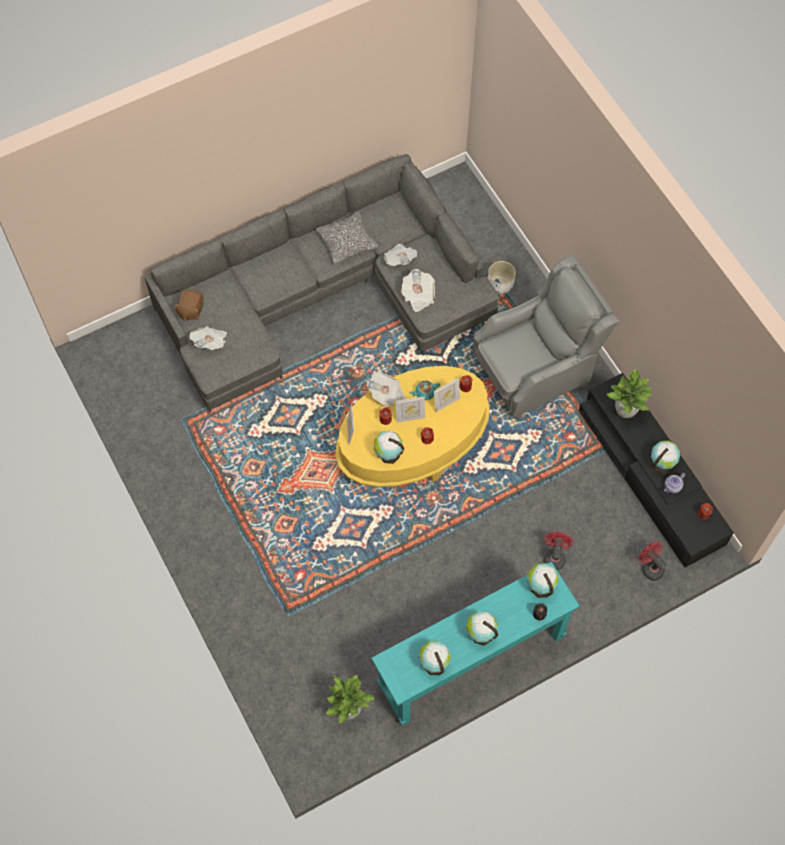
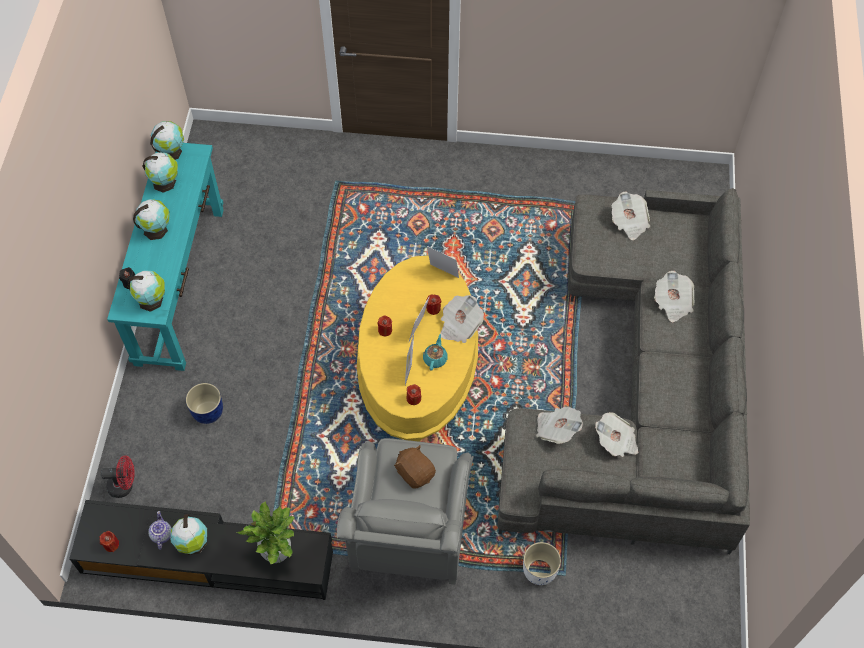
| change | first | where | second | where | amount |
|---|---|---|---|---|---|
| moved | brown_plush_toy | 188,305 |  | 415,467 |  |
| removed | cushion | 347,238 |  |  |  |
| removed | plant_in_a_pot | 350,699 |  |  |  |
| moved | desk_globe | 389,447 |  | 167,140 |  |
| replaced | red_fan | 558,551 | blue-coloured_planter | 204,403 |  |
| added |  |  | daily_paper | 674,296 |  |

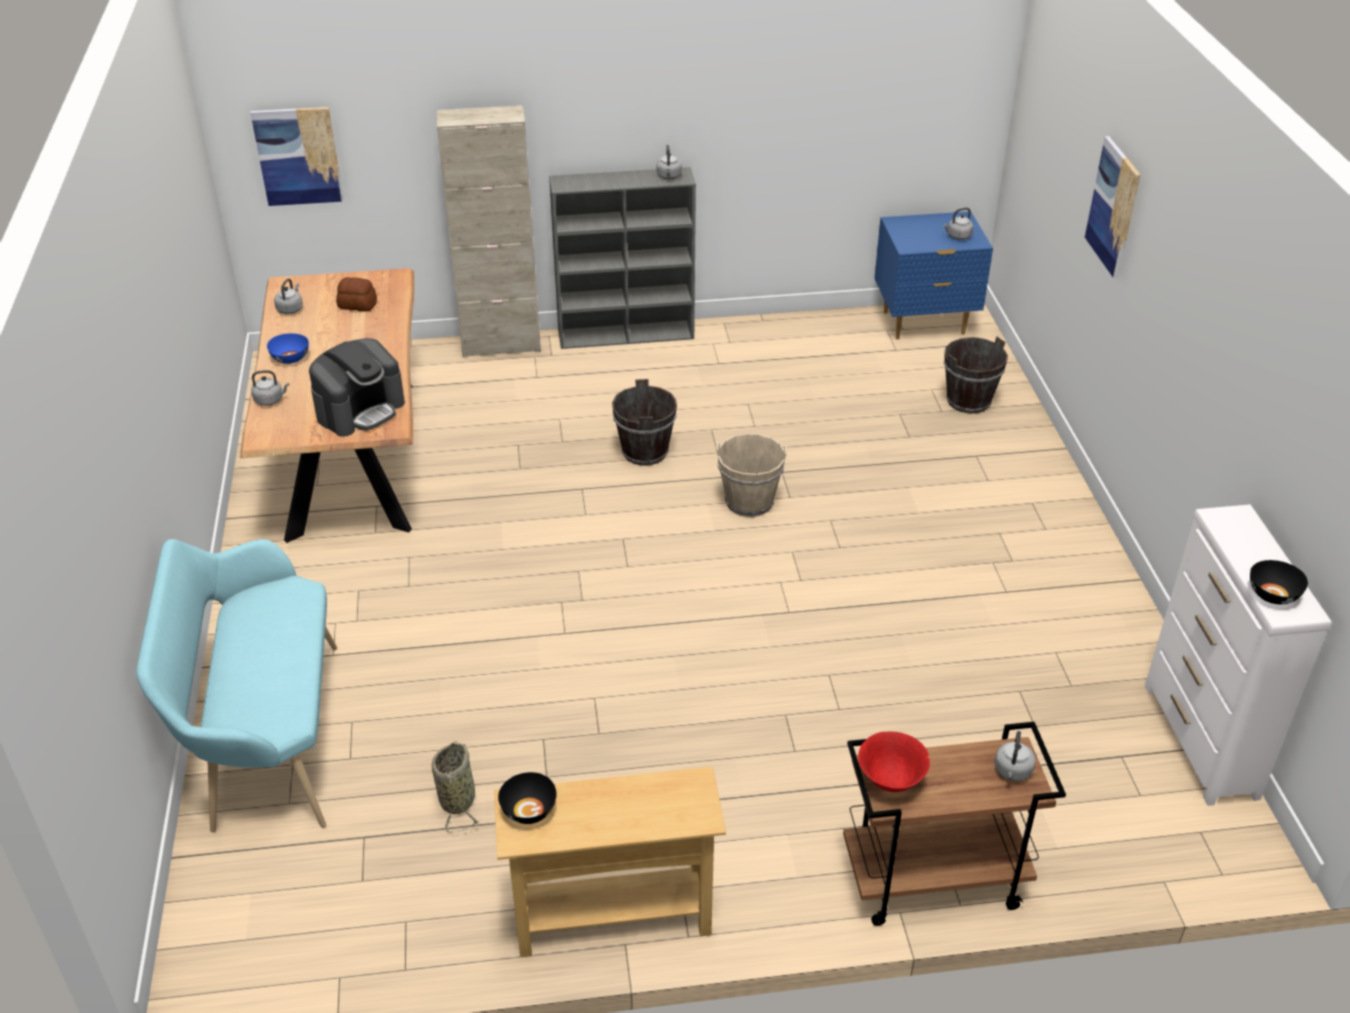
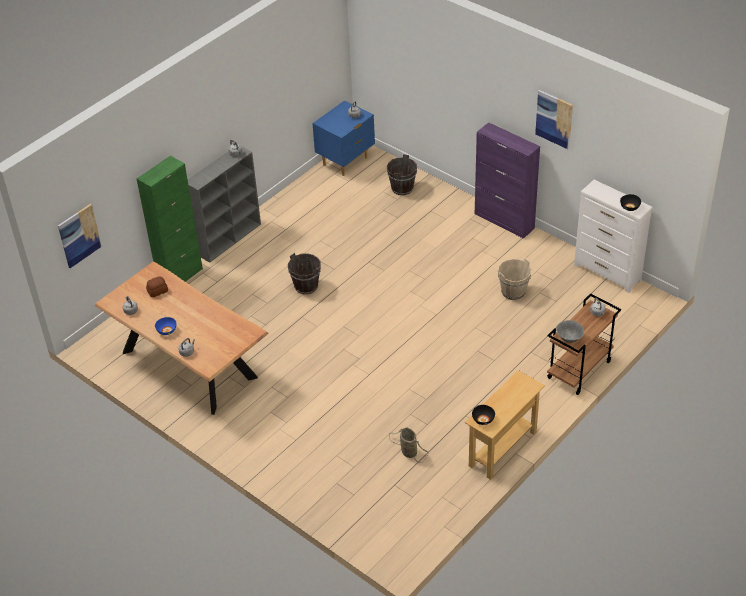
| change | first | where | second | where | amount |
|---|---|---|---|---|---|
| removed | turquoise_long_seat | 236,685 |  |  |  |
| removed | coffee_brewer | 357,387 |  |  |  |
| recoloured | sand-coloured_cupboard | 489,231 | green_cupboard | 169,219 |  |
| moved | sand-coloured_bucket | 751,475 |  | 515,279 |  |
| recoloured | red_deep_dish | 894,761 | greyish_deep_dish | 570,331 |  |
| moved | wall_picture | 1113,207 |  | 554,119 |  |
| added |  |  | purple_cupboard | 507,180 |  |

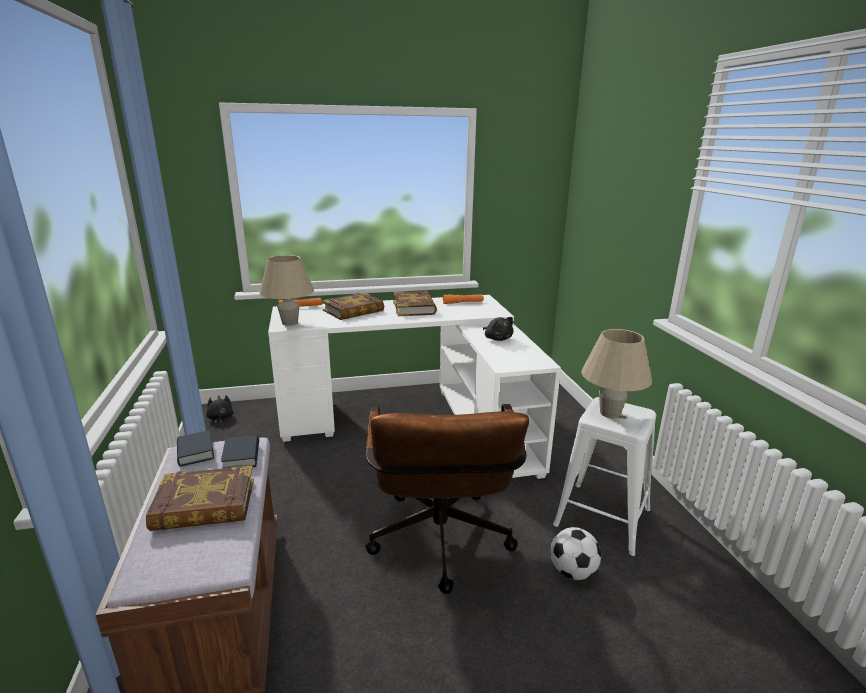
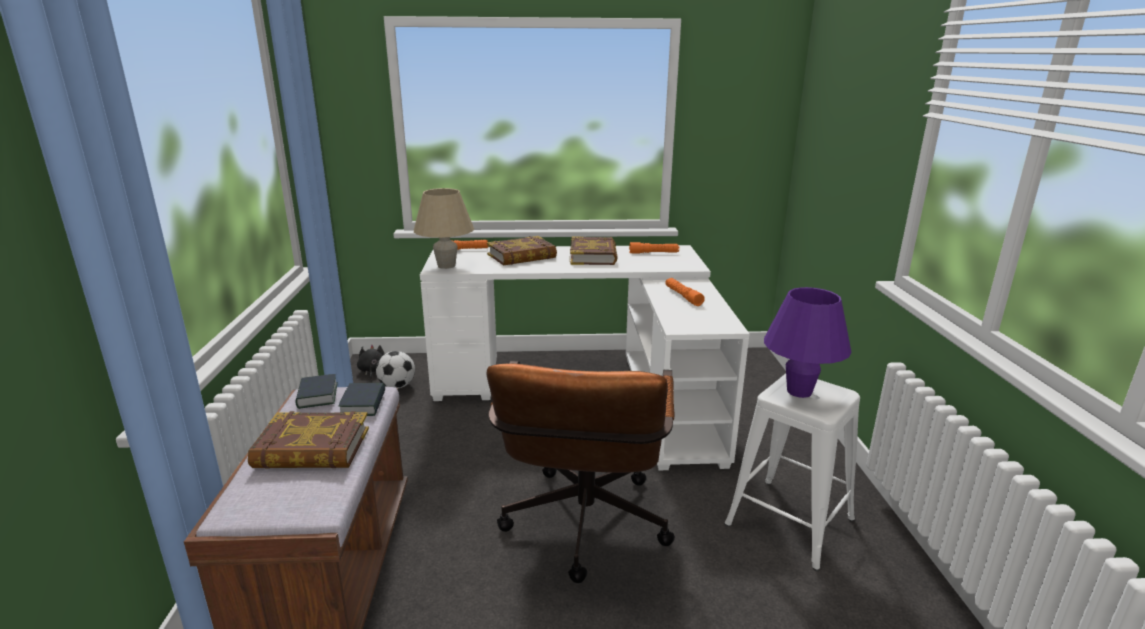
| change | first | where | second | where | amount |
|---|---|---|---|---|---|
| replaced | black_plush_toy | 498,329 | orange_flashlight | 685,292 |  |
| moved | football_ball | 576,553 |  | 395,370 |  |
| recoloured | sand-coloured_lamp_for_a_table | 616,373 | purple_lamp_for_a_table | 808,342 |  |

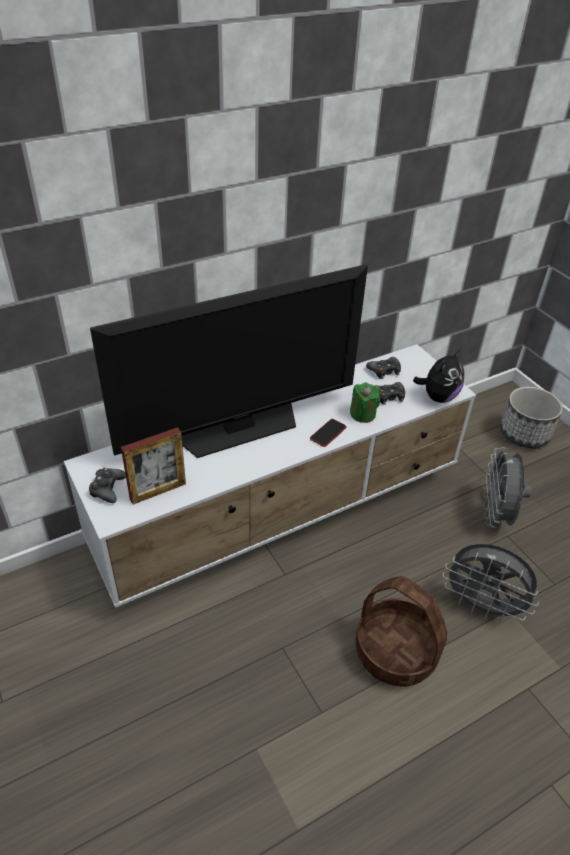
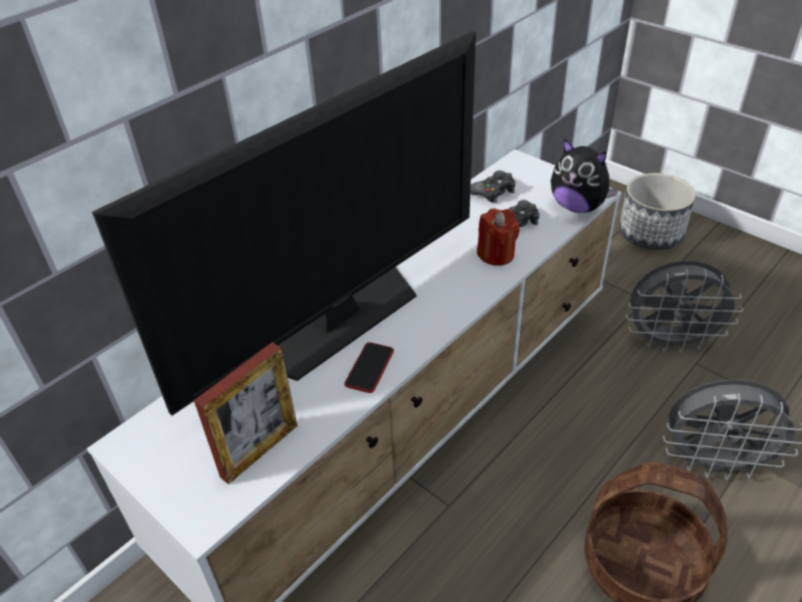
| change | first | where | second | where | amount |
|---|---|---|---|---|---|
| removed | black_gamepad | 107,485 |  |  |  |
| moved | phone | 328,433 |  | 369,367 |  |
| recoloured | green_candle | 365,402 | red_candle | 498,237 |  |
| turned | plush_toy | 438,376 |  | 585,176 | 105 degrees clockwise |
| turned | greyish_fan | 507,487 |  | 684,307 | 75 degrees counterclockwise |

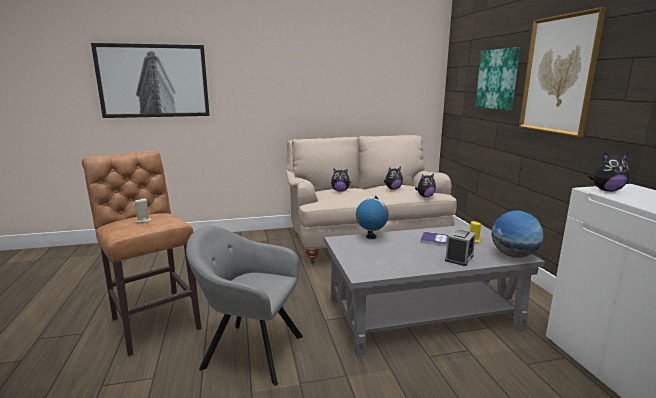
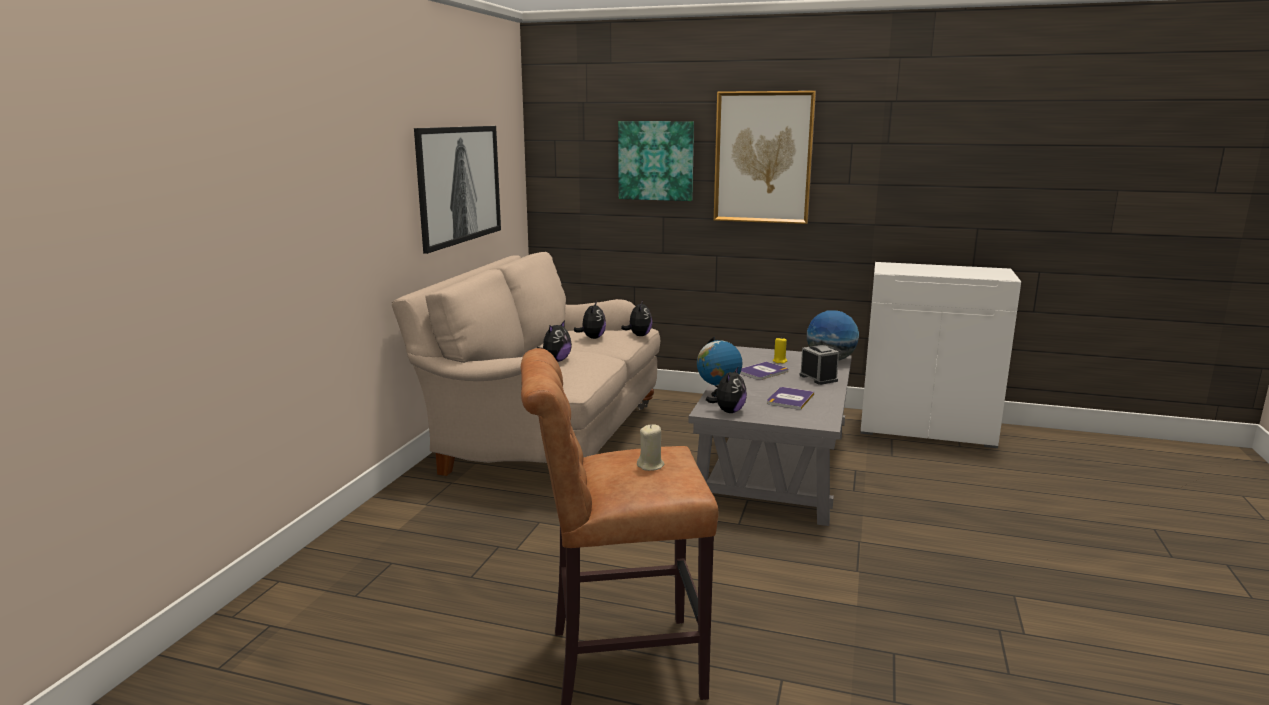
| change | first | where | second | where | amount |
|---|---|---|---|---|---|
| moved | wall_picture | 150,80 |  | 457,190 |  |
| removed | greyish_easy_chair | 244,305 |  |  |  |
| moved | plush_toy | 609,172 |  | 726,390 |  |
| added |  |  | book | 790,398 |  |

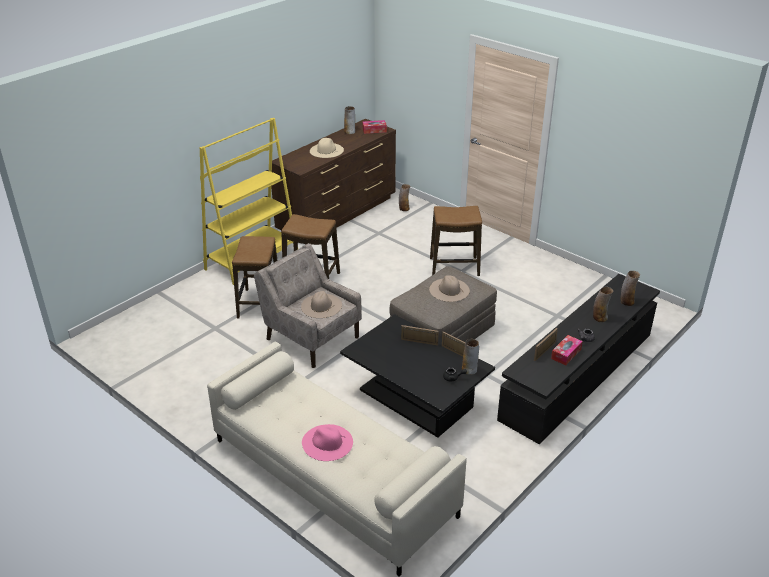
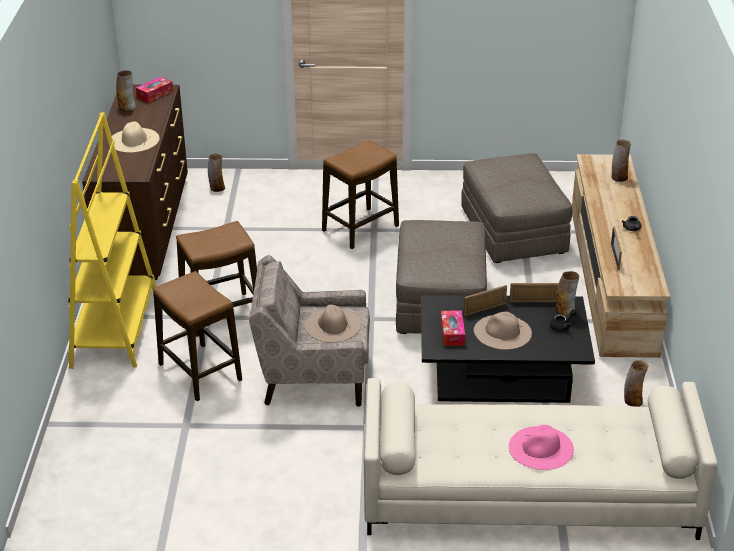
| change | first | where | second | where | amount |
|---|---|---|---|---|---|
| moved | sand-coloured_wearable_hat | 449,288 |  | 503,331 |  |
| recoloured | black_tv_unit | 578,359 | sand-coloured_tv_unit | 621,256 |  |
| moved | box_of_tissues | 567,350 |  | 453,328 |  |
| moved | flower_vase | 603,304 |  | 636,383 |  |
| added |  |  | greyish_ottoman | 516,208 |  |

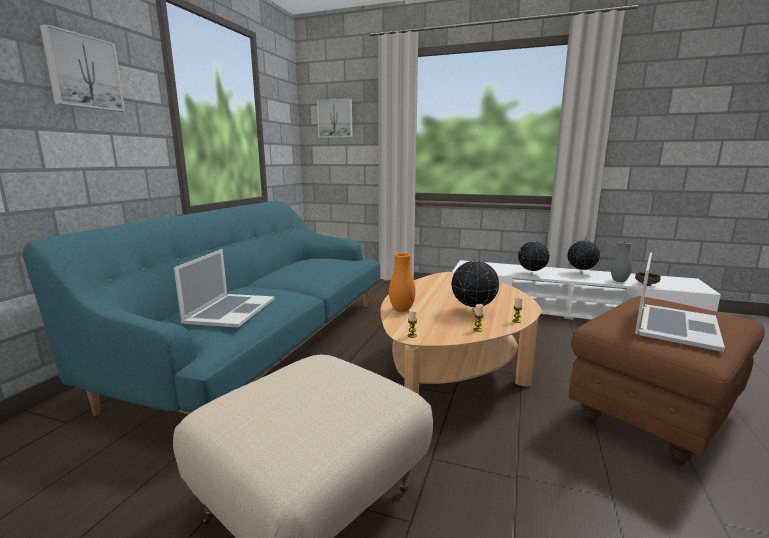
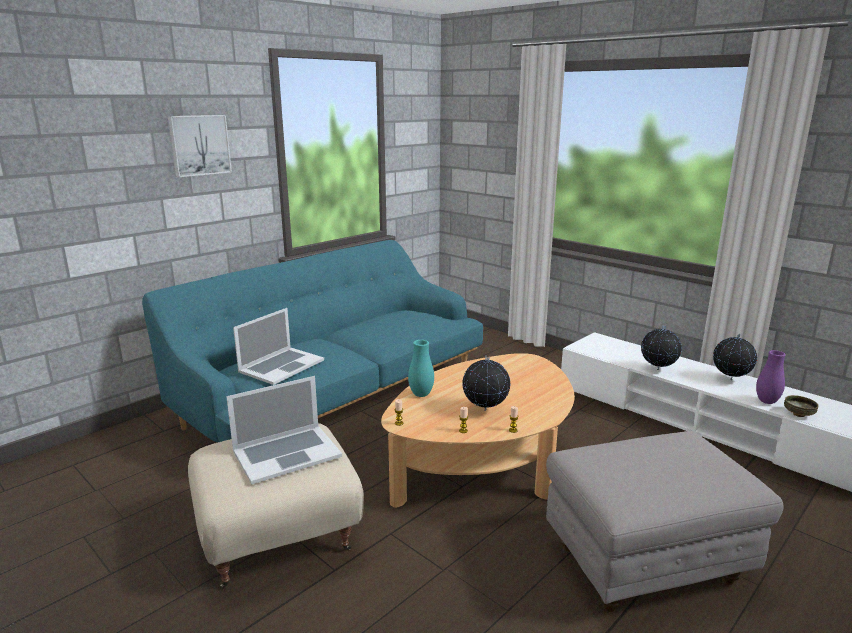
| change | first | where | second | where | amount |
|---|---|---|---|---|---|
| removed | wall_picture | 334,118 |  |  |  |
| recoloured | orange_flower_vase | 402,282 | turquoise_flower_vase | 421,368 |  |
| recoloured | brown_ottoman | 667,380 | greyish_ottoman | 664,521 |  |
| recoloured | greyish_flower_vase | 621,262 | purple_flower_vase | 771,377 |  |
| moved | portable_computer | 680,302 |  | 284,430 |  |

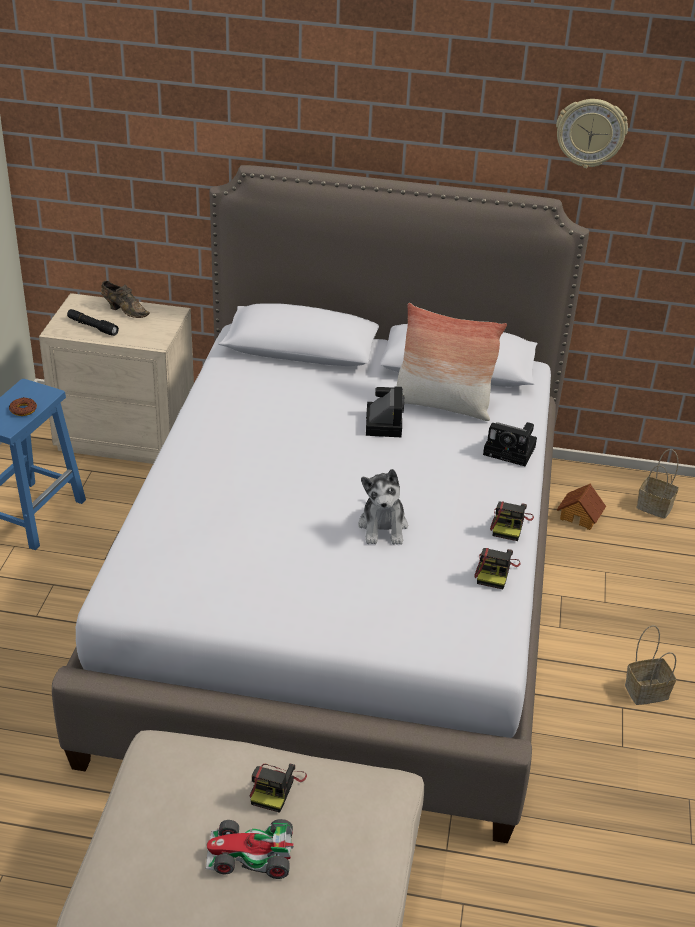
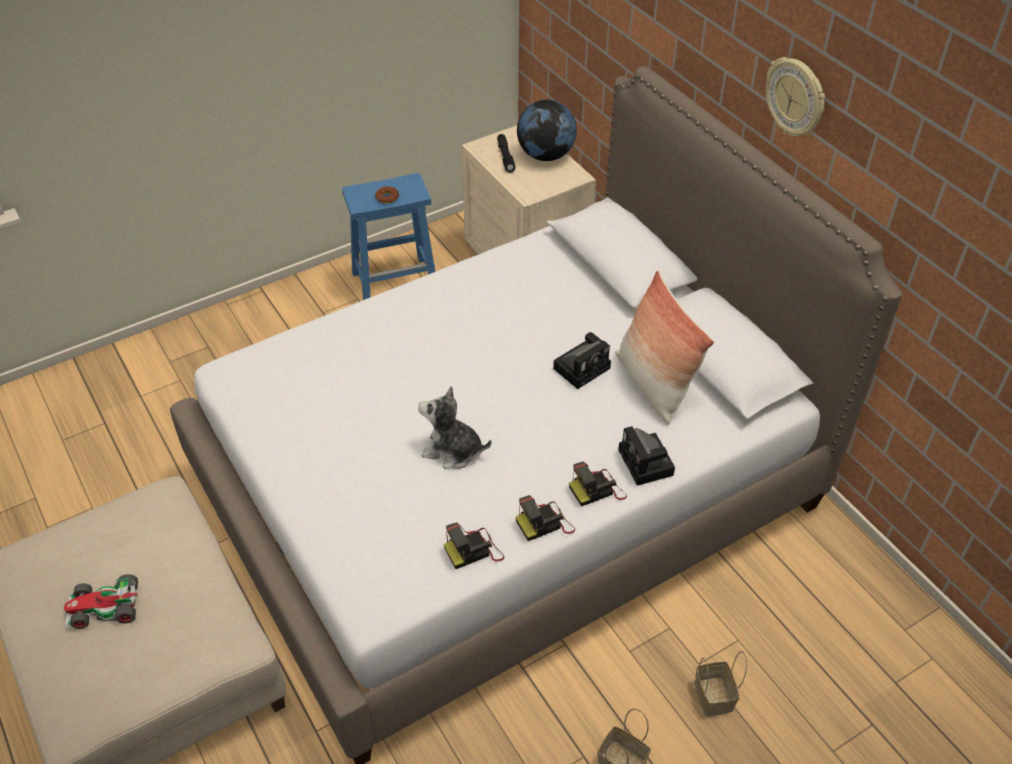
| change | first | where | second | where | amount |
|---|---|---|---|---|---|
| replaced | brown_shoe | 125,299 | desk_globe | 547,130 |  |
| turned | toy_car | 250,849 |  | 101,601 | 60 degrees counterclockwise |
| moved | still_camera | 278,788 |  | 598,484 |  |
| turned | plush_toy | 383,507 |  | 454,427 | 60 degrees clockwise |
| moved | hanging_clock | 592,133 |  | 795,97 |  |
| removed | miniature_house | 581,506 |  |  |  |
| moved | household_basket | 657,484 |  | 720,683 |  |

